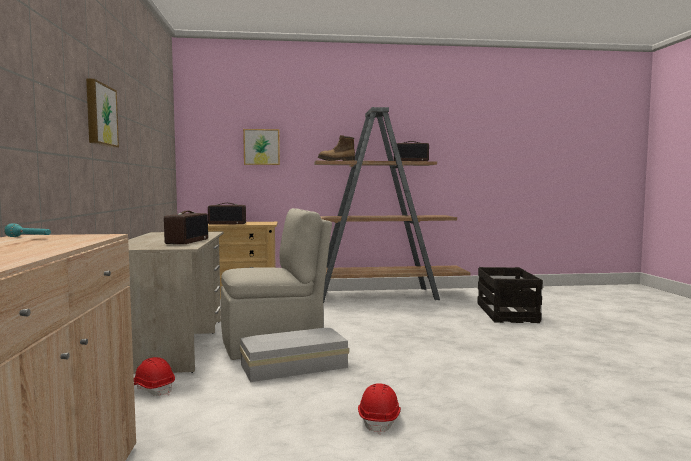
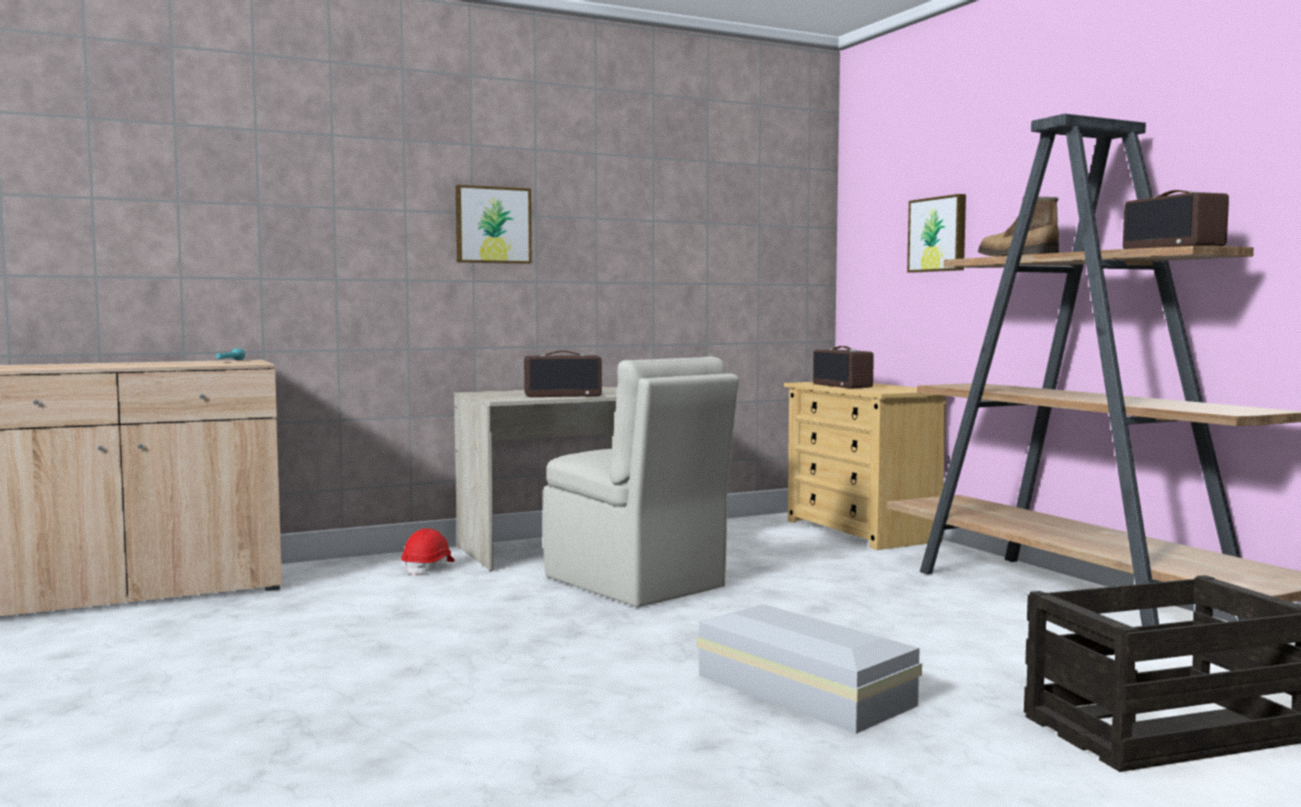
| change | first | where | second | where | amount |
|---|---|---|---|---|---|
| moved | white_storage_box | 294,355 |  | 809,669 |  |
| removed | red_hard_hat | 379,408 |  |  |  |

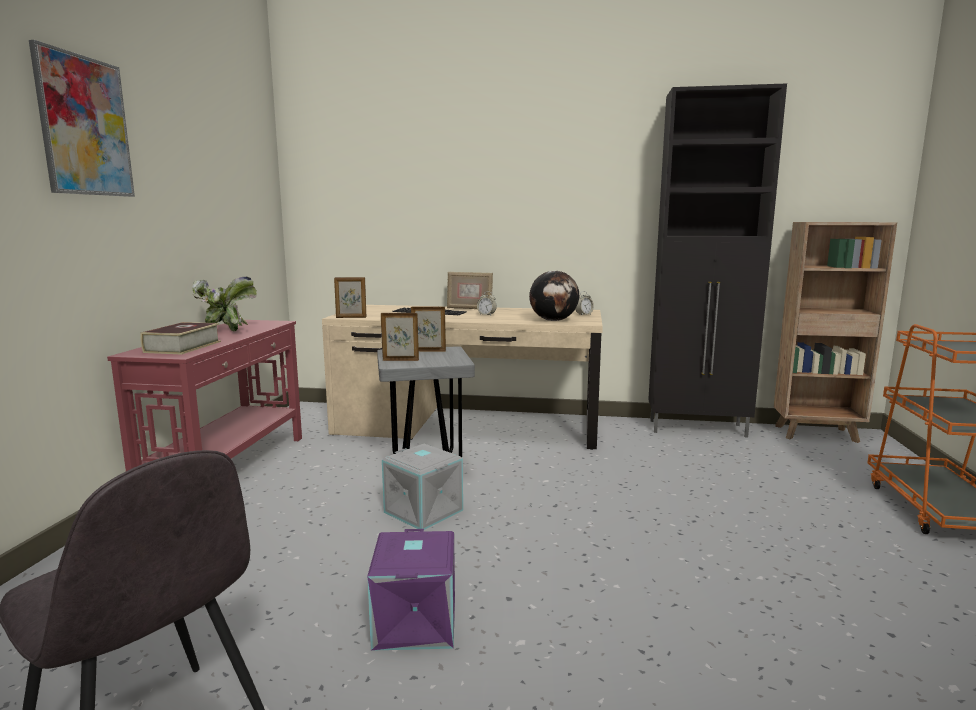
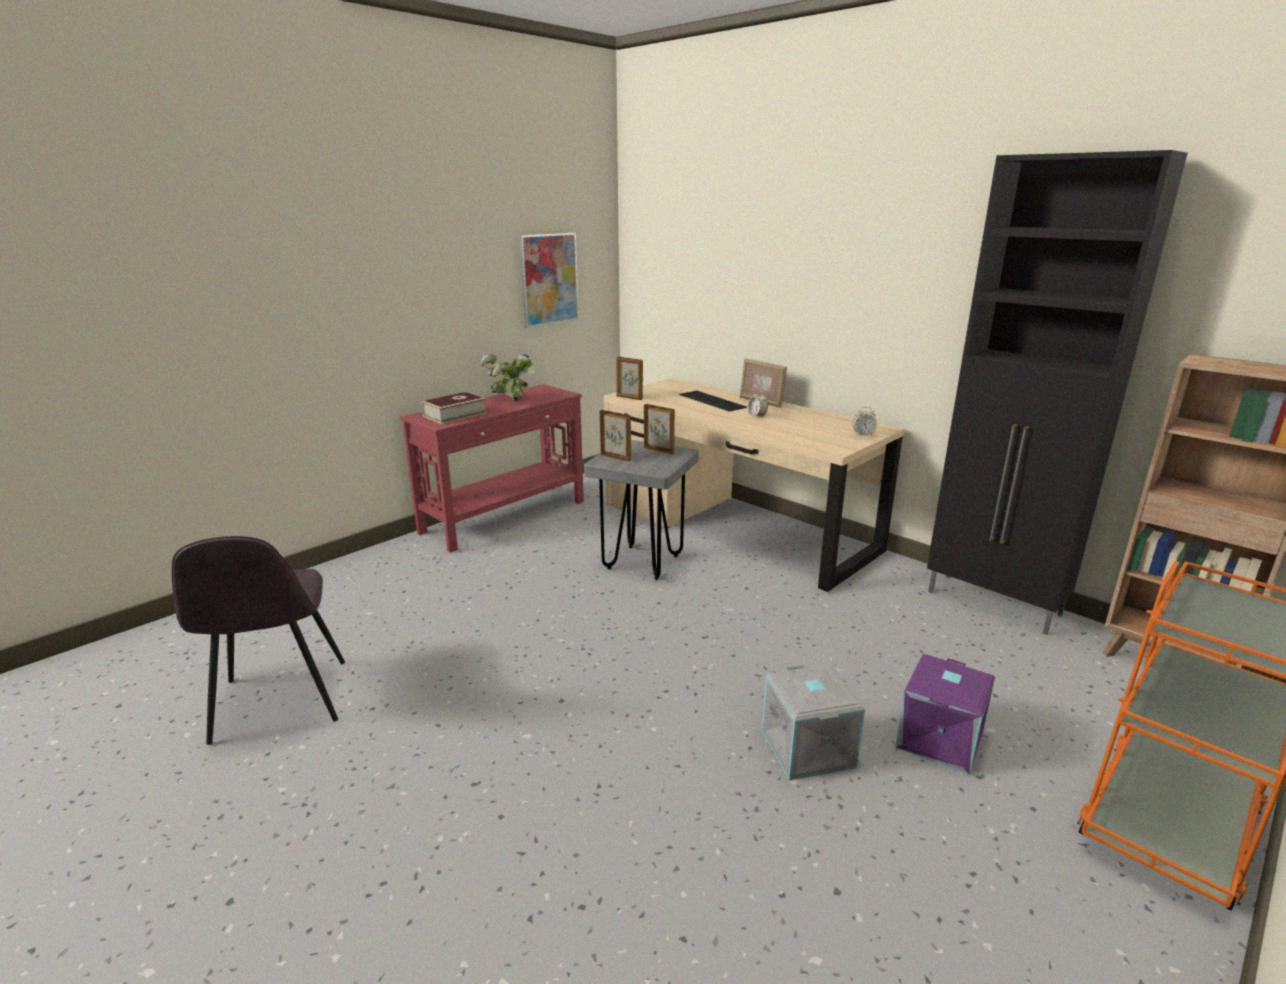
| change | first | where | second | where | amount |
|---|---|---|---|---|---|
| moved | wall_picture | 82,118 |  | 549,280 |  |
| moved | purple_storage_box | 411,590 |  | 945,714 |  |
| moved | greyish_storage_box | 422,487 |  | 813,722 |  |
| removed | desk_globe | 554,296 |  |  |  |

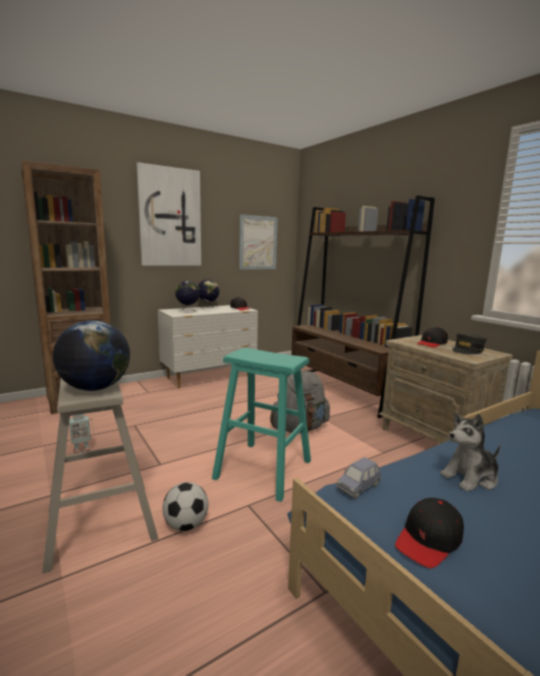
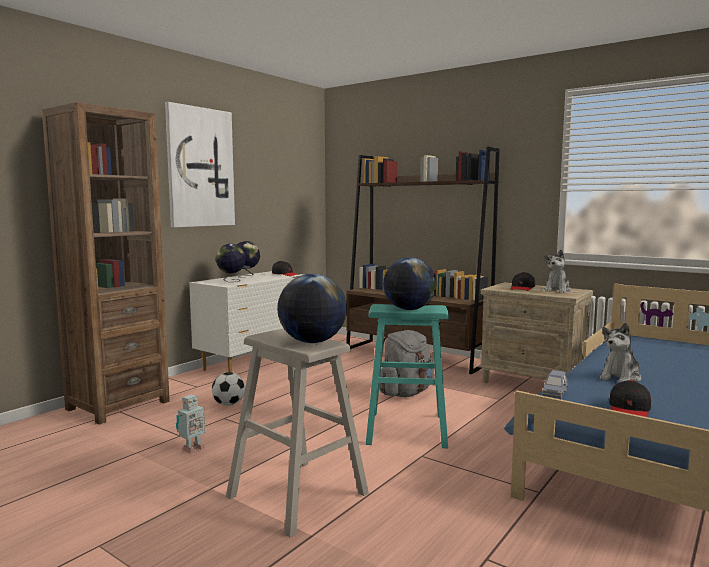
| change | first | where | second | where | amount |
|---|---|---|---|---|---|
| moved | football_ball | 185,506 |  | 228,389 |  |
| removed | wall_picture | 258,241 |  |  |  |
| replaced | greyish_cap | 469,344 | plush_toy | 557,271 |  |
| added |  |  | desk_globe | 409,283 |  |

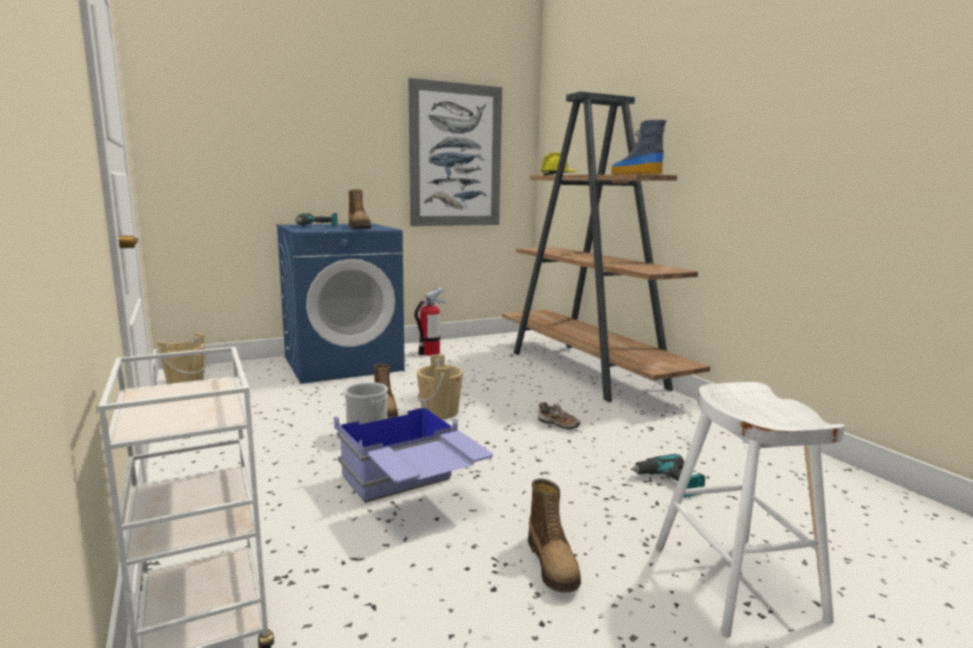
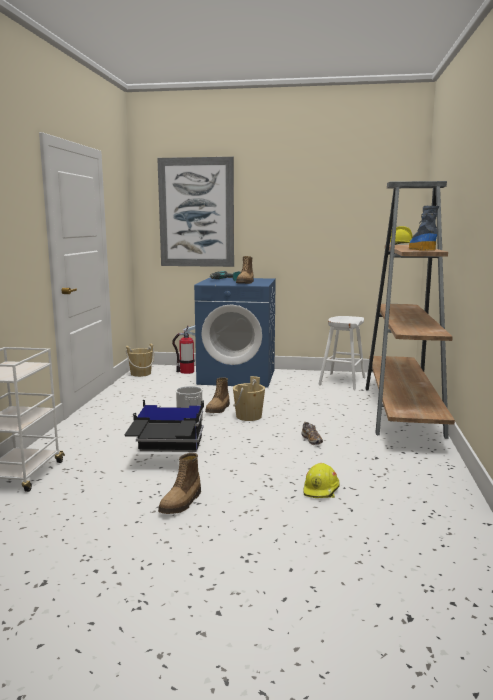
| change | first | where | second | where | amount |
|---|---|---|---|---|---|
| recoloured | blue-coloured_storage_box | 413,451 | black_storage_box | 164,426 |  |
| moved | wall_picture | 455,152 |  | 195,212 |  |
| moved | fire_extinguisher | 429,322 |  | 183,349 |  |
| replaced | drill | 668,475 | yellowish_hard_hat | 321,480 |  |
| moved | white_sitting_stool | 750,510 |  | 341,352 |  |

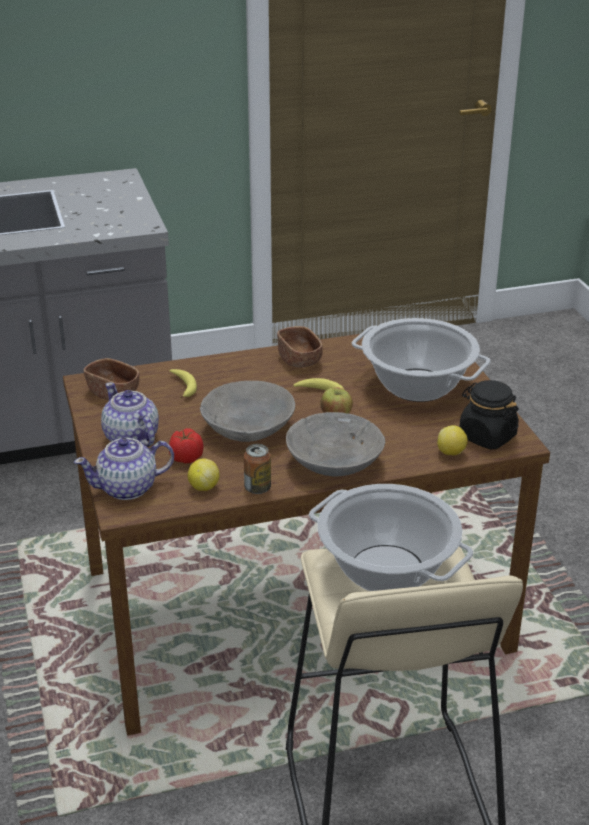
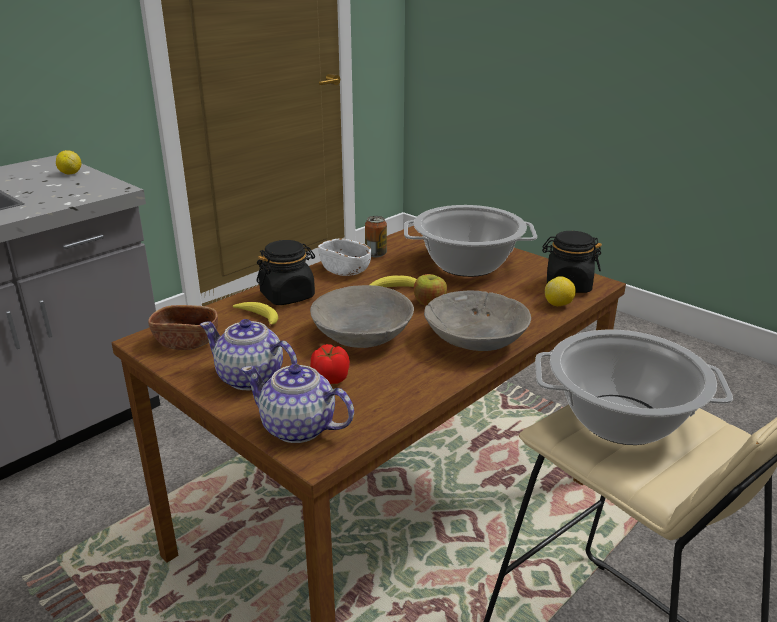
| change | first | where | second | where | amount |
|---|---|---|---|---|---|
| turned | teapot | 124,469 |  | 297,403 | 75 degrees clockwise |
| moved | lemon | 204,474 |  | 68,162 |  |
| moved | metal_can | 257,469 |  | 376,236 |  |
| recoloured | brown_deep_dish | 300,347 | white_deep_dish | 344,257 |  |
| added |  |  | black_preserve_jar | 286,272 |  |

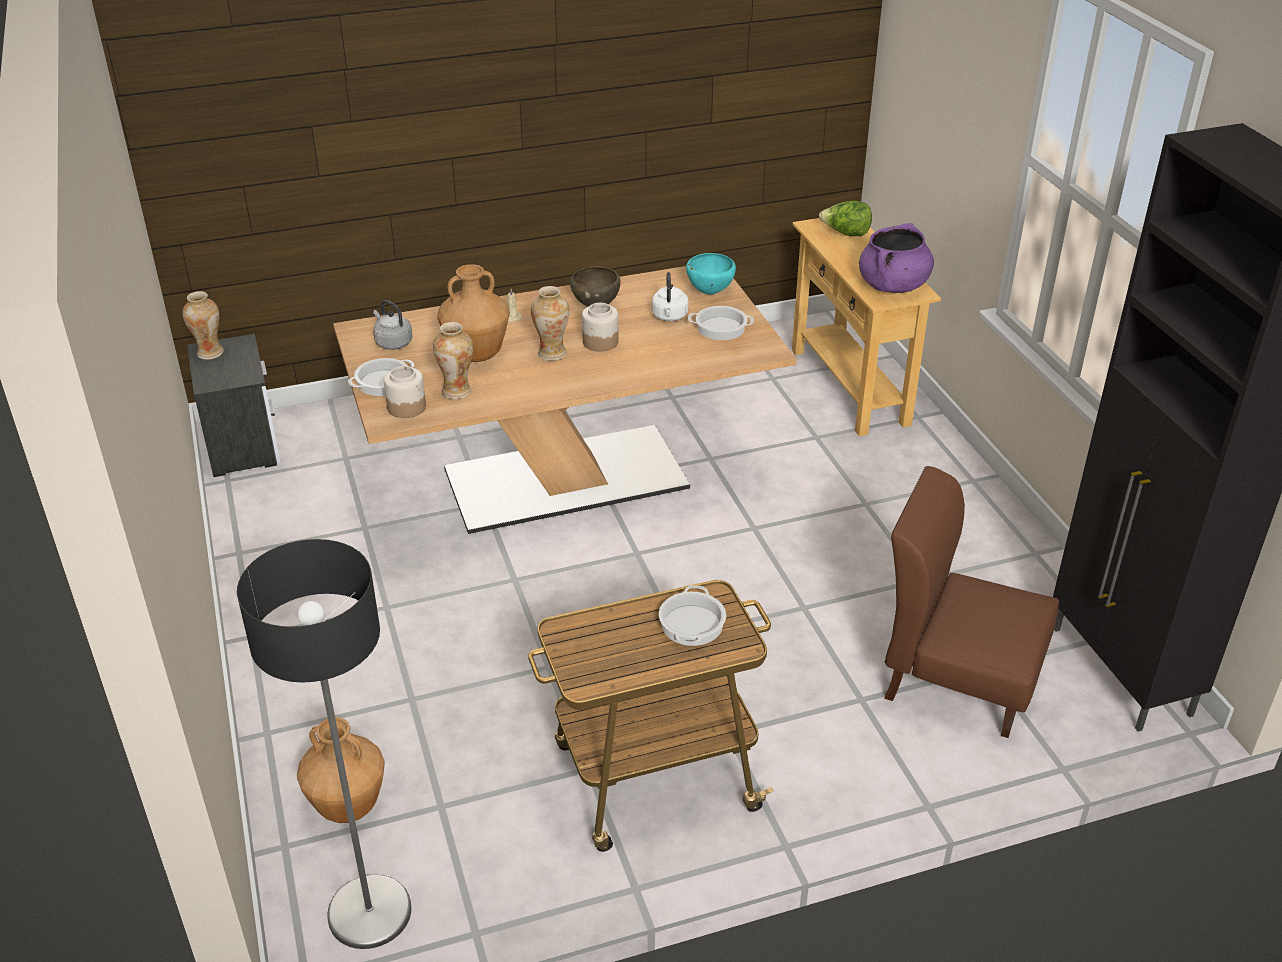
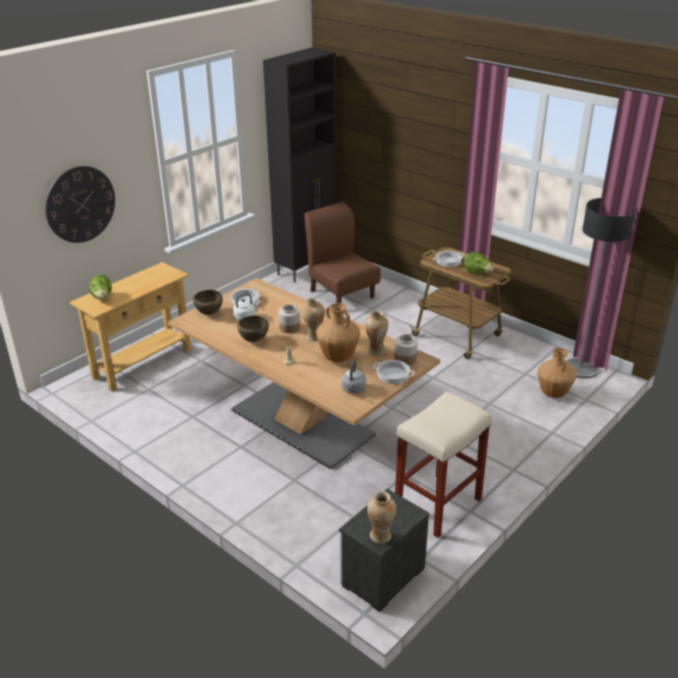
| change | first | where | second | where | amount |
|---|---|---|---|---|---|
| recoloured | turquoise_deep_dish | 711,274 | brown_deep_dish | 208,302 |  |
| removed | purple_saucepot | 896,258 |  |  |  |
| turned | brown_plain_chair | 971,602 |  | 342,252 | 150 degrees clockwise |
| added |  |  | hanging_clock | 80,204 |  |
| added |  |  | sand-coloured_sitting_stool | 443,465 |  |
| added |  |  | lettuce_head | 478,263 |  |

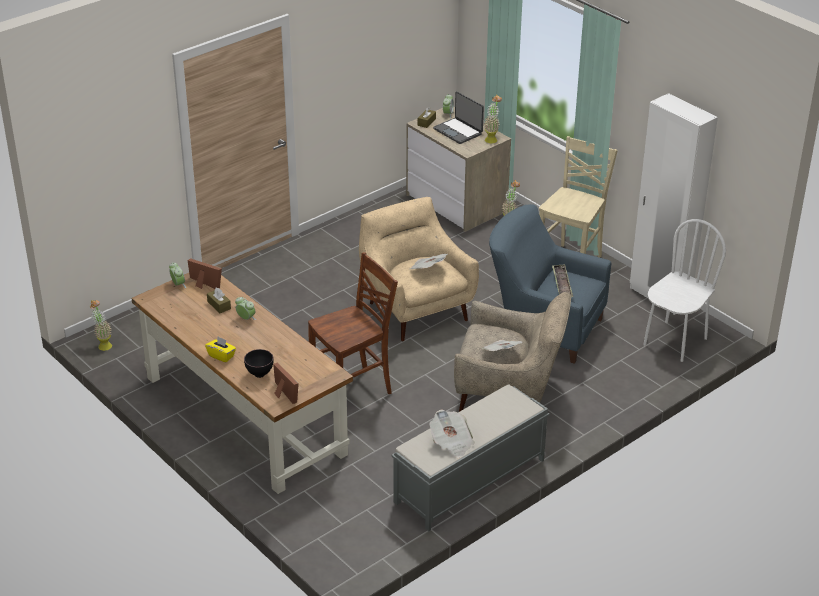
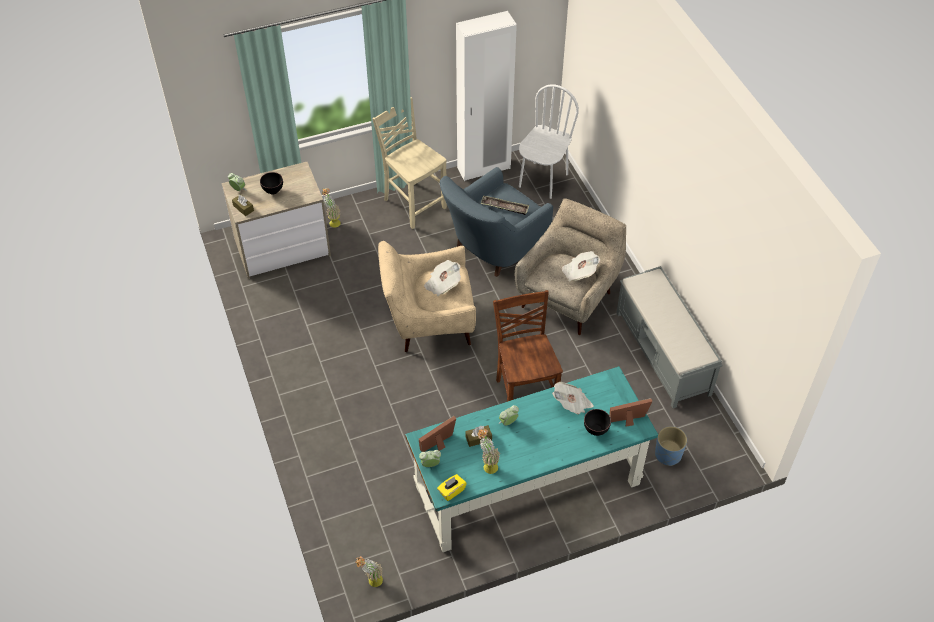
| change | first | where | second | where | amount |
|---|---|---|---|---|---|
| recoloured | brown_desk | 242,383 | turquoise_desk | 531,459 |  |
| moved | yellowish_box_of_tissues | 220,349 |  | 452,487 |  |
| moved | daily_paper | 452,433 |  | 572,398 |  |
| replaced | portable_computer | 458,117 | black_deep_dish | 271,183 |  |
| moved | plant_in_a_pot | 493,119 |  | 488,451 |  |
| turned | white_plain_chair | 684,290 |  | 549,142 | 60 degrees clockwise |
| added |  |  | blue-coloured_planter | 671,446 |  |

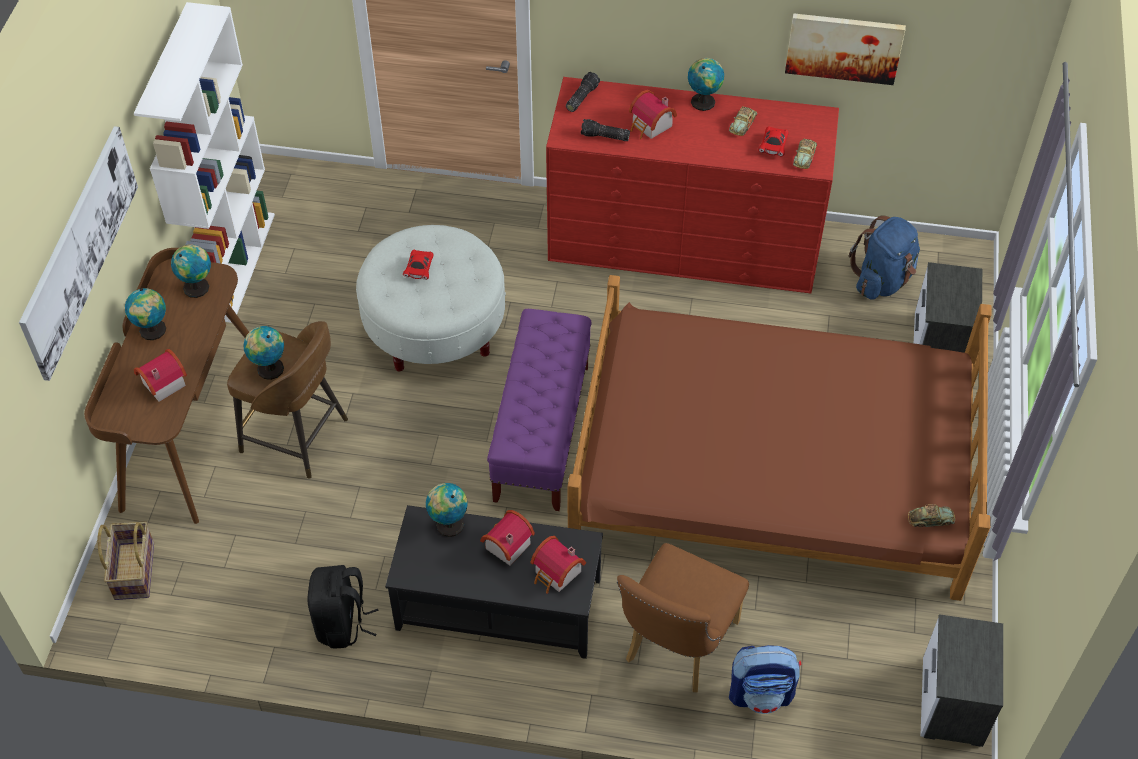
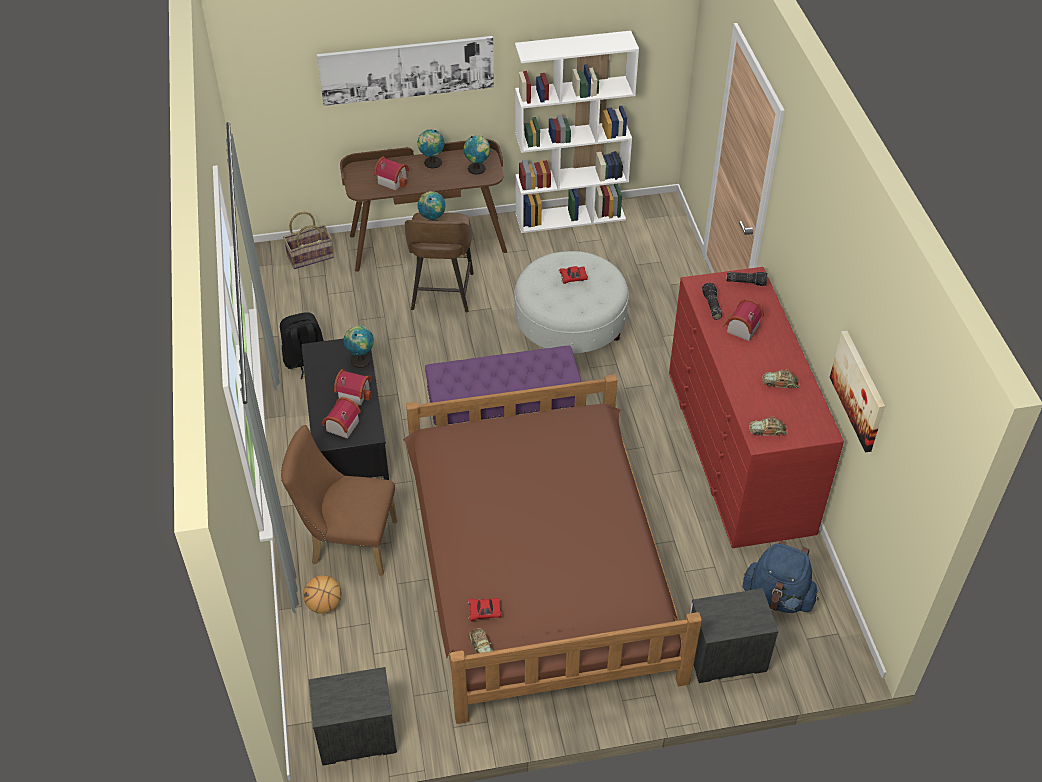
| change | first | where | second | where | amount |
|---|---|---|---|---|---|
| removed | desk_globe | 706,84 |  |  |  |
| replaced | rucksack | 765,679 | ball_for_basketball | 322,594 |  |
| moved | red_toy_car | 773,141 |  | 484,609 |  |

